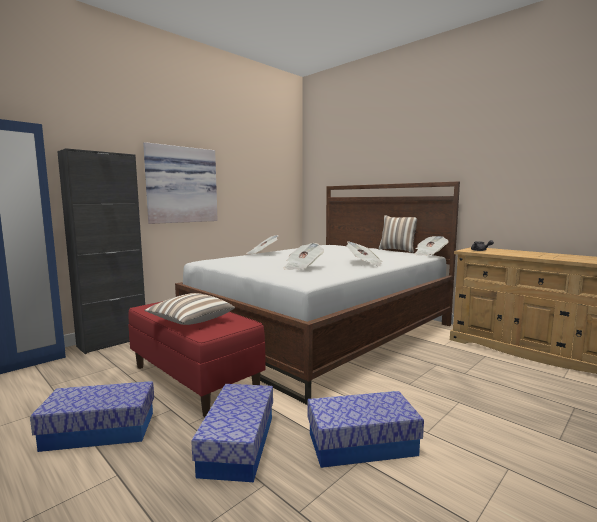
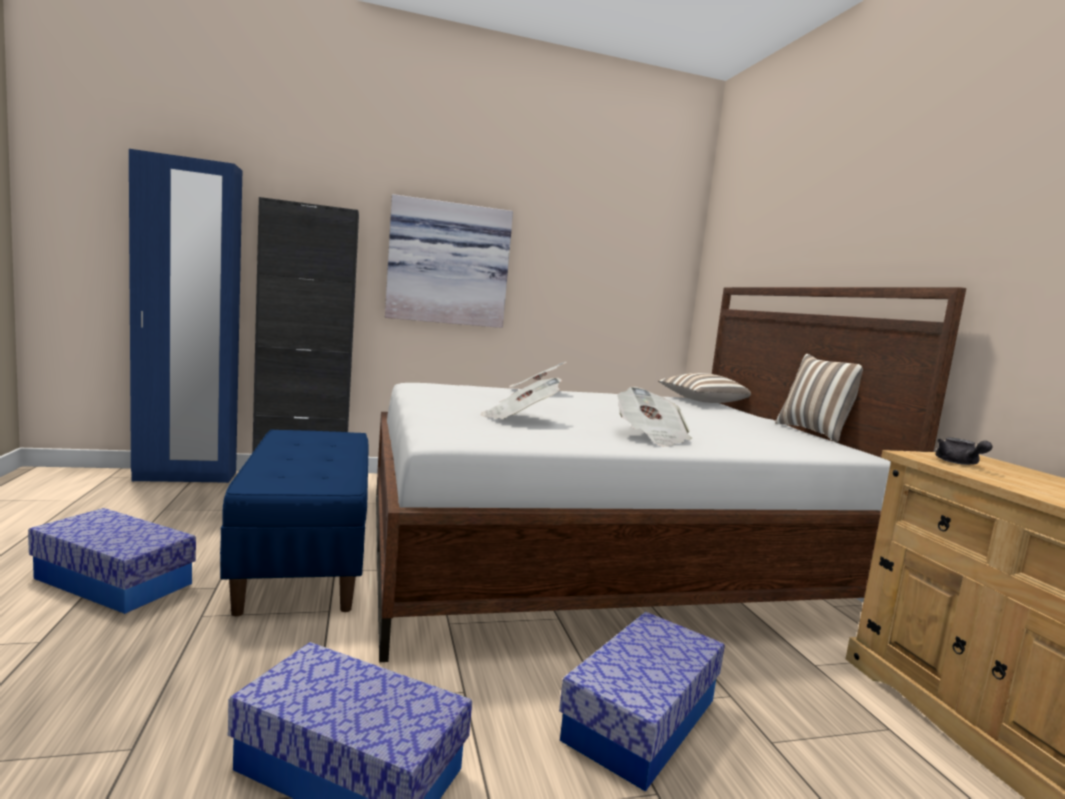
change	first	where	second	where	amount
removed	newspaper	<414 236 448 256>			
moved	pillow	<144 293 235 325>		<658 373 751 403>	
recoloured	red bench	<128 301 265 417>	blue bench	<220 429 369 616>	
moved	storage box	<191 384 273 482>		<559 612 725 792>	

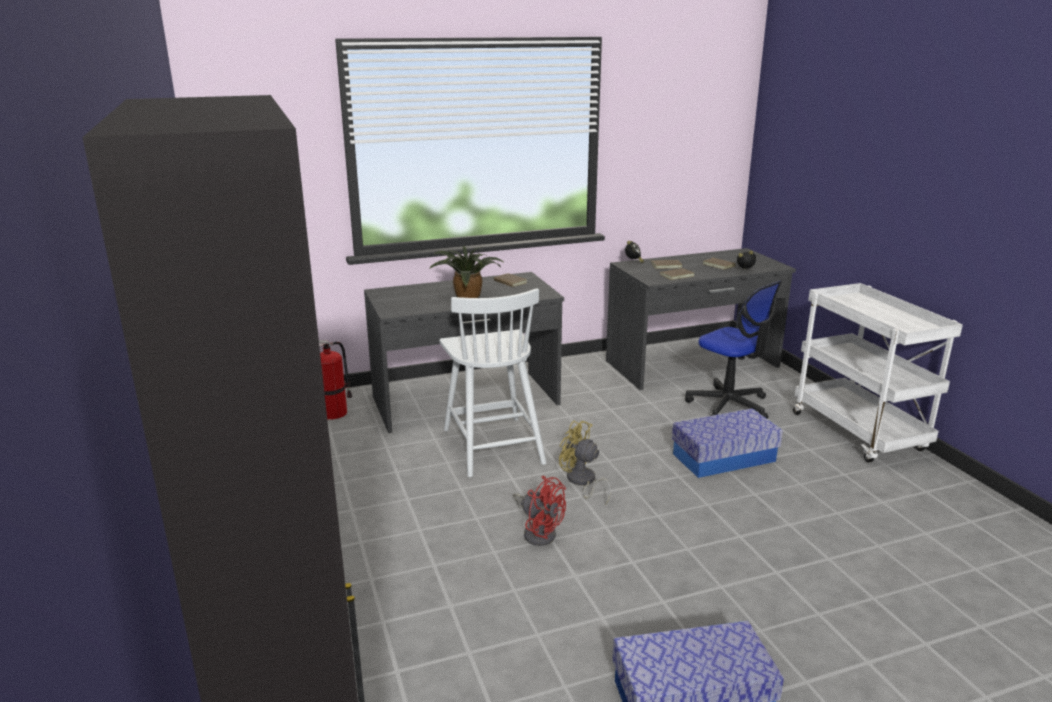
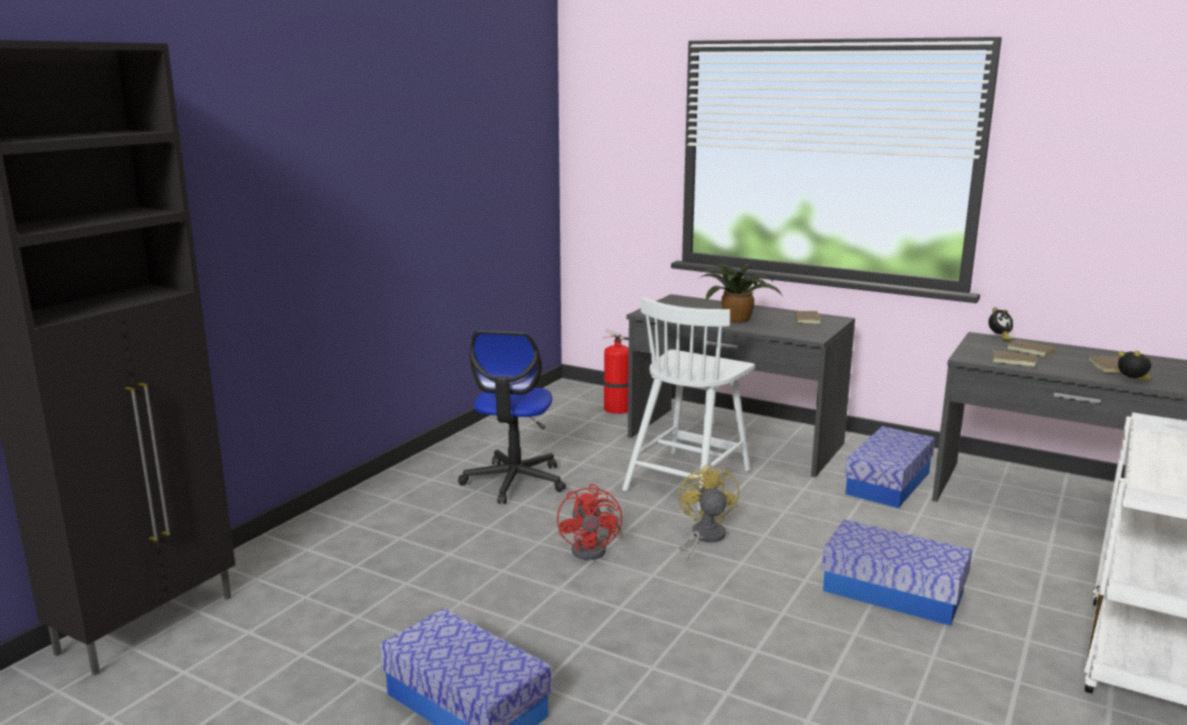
change	first	where	second	where	amount
moved	office chair	<685 281 782 419>		<458 330 566 504>	
added			storage box	<845 426 935 508>	

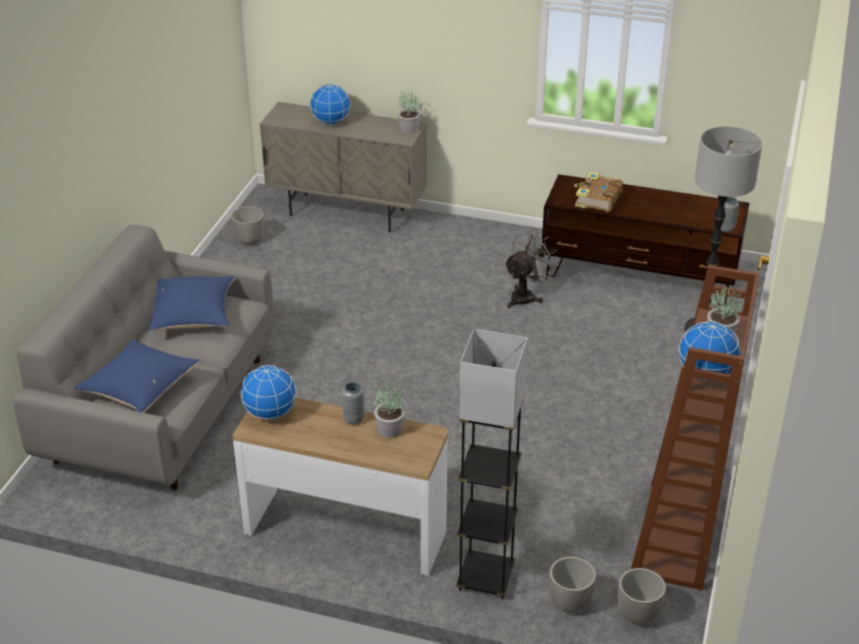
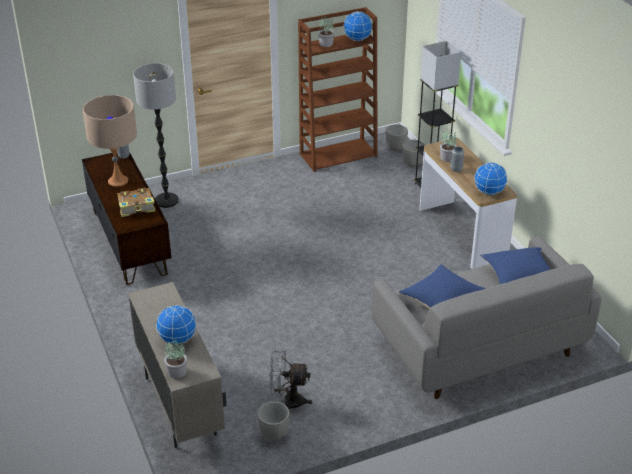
change	first	where	second	where	amount
moved	potted plant	<398 91 420 134>		<164 339 187 379>	
moved	grey fan	<504 230 559 308>		<269 350 312 409>	
added			beige table lamp	<83 95 137 187>	

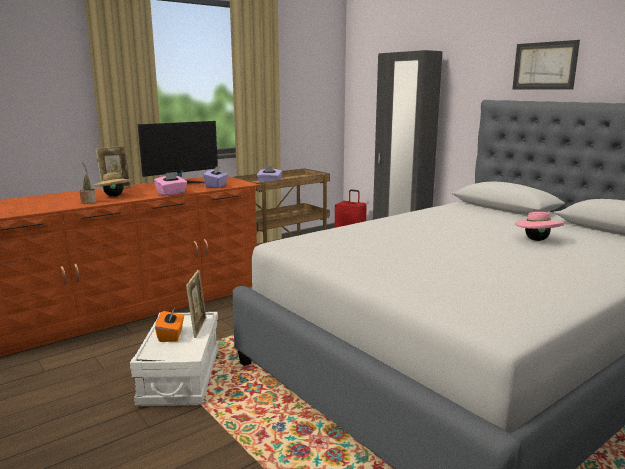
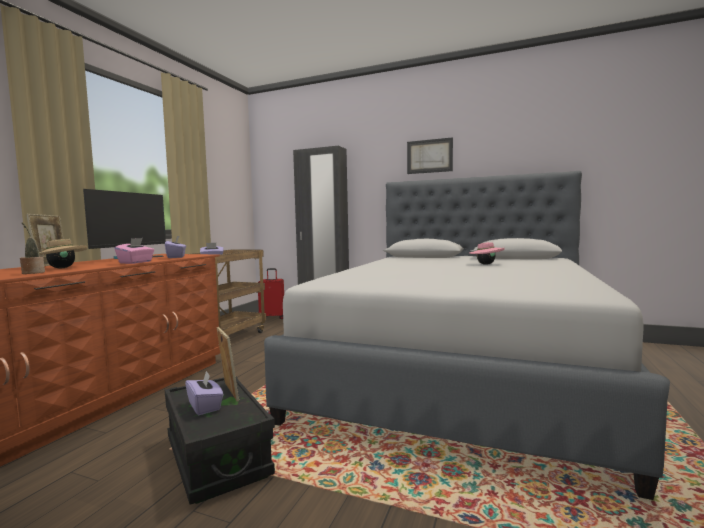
change	first	where	second	where	amount
recoloured	orange tissue box	<155 308 184 342>	purple tissue box	<185 370 224 415>	
recoloured	white storage box	<130 312 219 406>	black storage box	<165 377 275 505>	

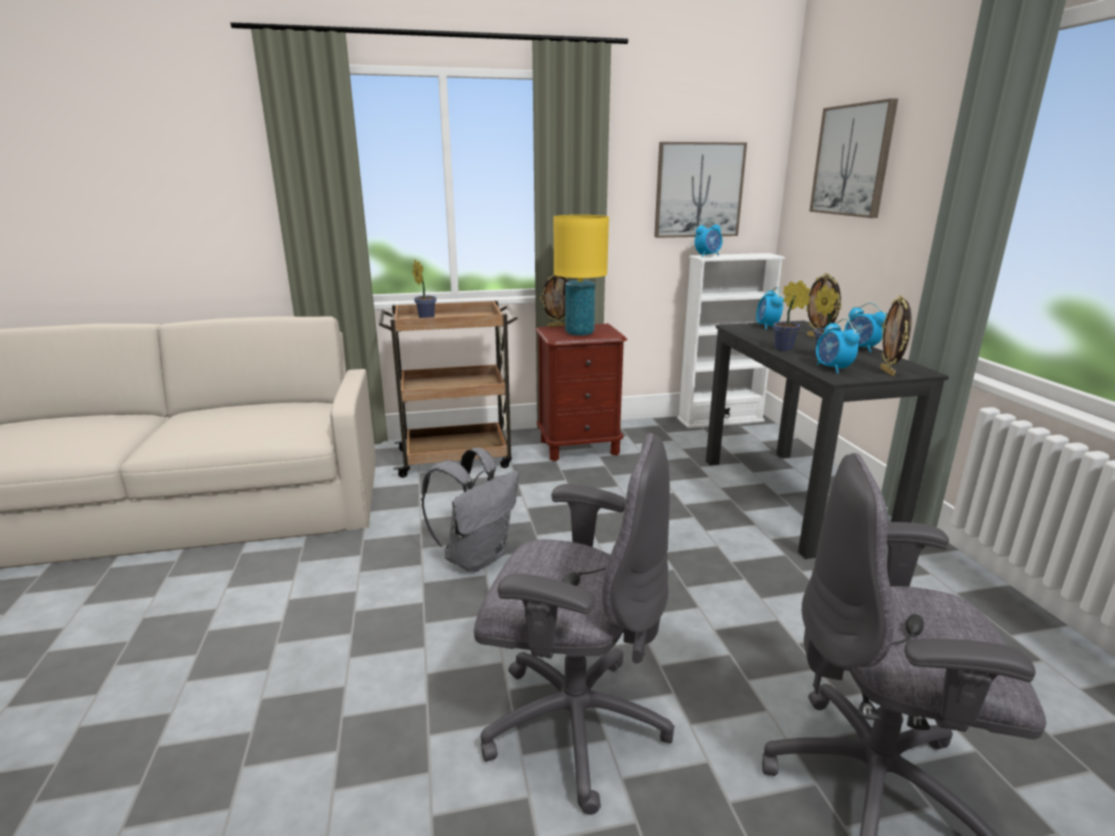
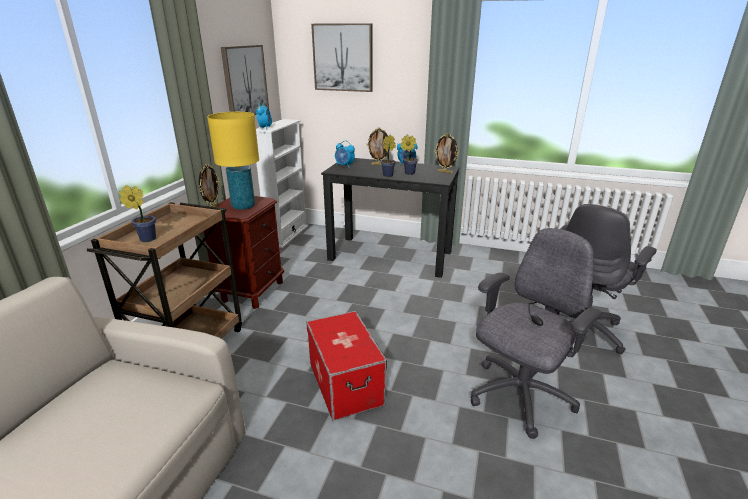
change	first	where	second	where	amount
removed	alarm clock	<816 319 860 374>			
replaced	grey backpack	<421 448 519 572>	storage box	<306 311 387 421>	

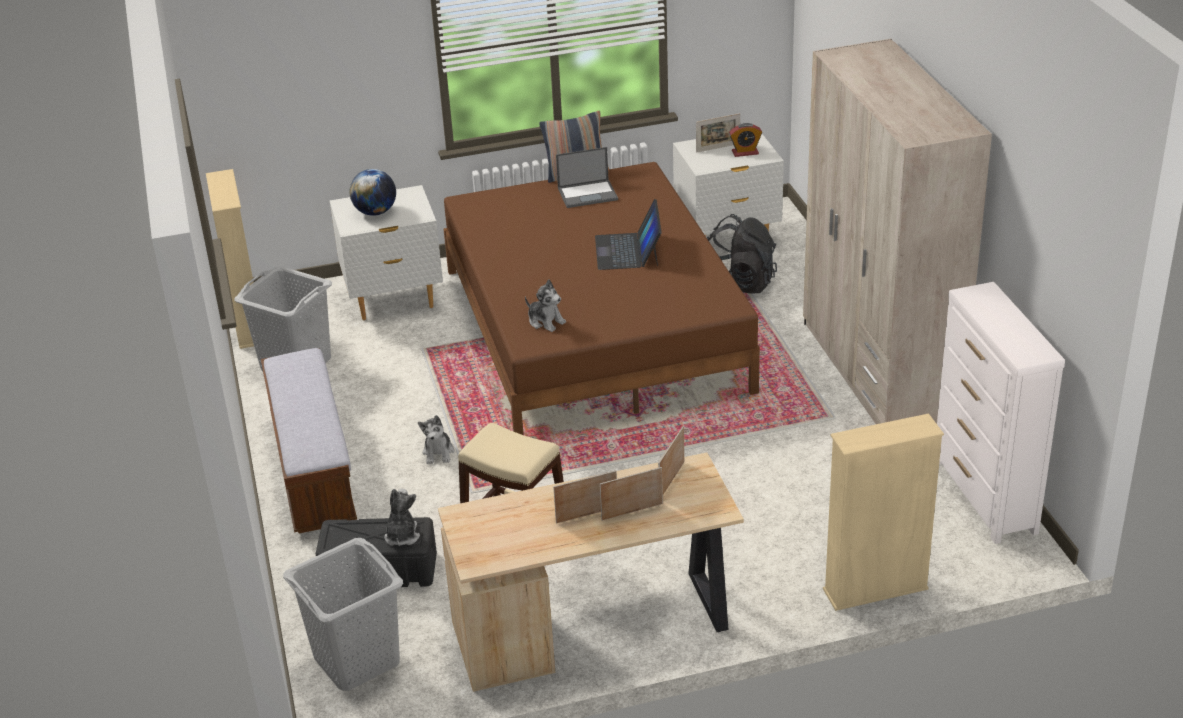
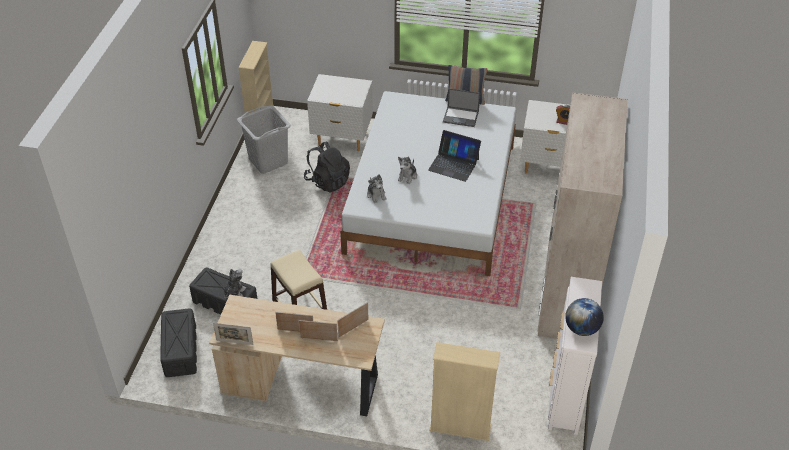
change	first	where	second	where	amount
moved	picture frame	<696 113 740 153>		<213 323 253 345>	
recoloured	brown bed	<443 162 760 435>	white bed	<340 91 516 276>	
moved	globe	<350 169 396 216>		<565 298 604 336>	
turned	laptop	<595 199 662 270>		<428 130 481 182>	90 degrees counterclockwise
moved	black backpack	<707 214 777 294>		<304 142 350 193>	
removed	bench	<261 348 357 533>			
moved	plush toy	<418 415 454 464>		<398 157 417 184>	
replaced	grey laundry basket	<283 538 403 691>	black storage box	<160 308 197 377>	

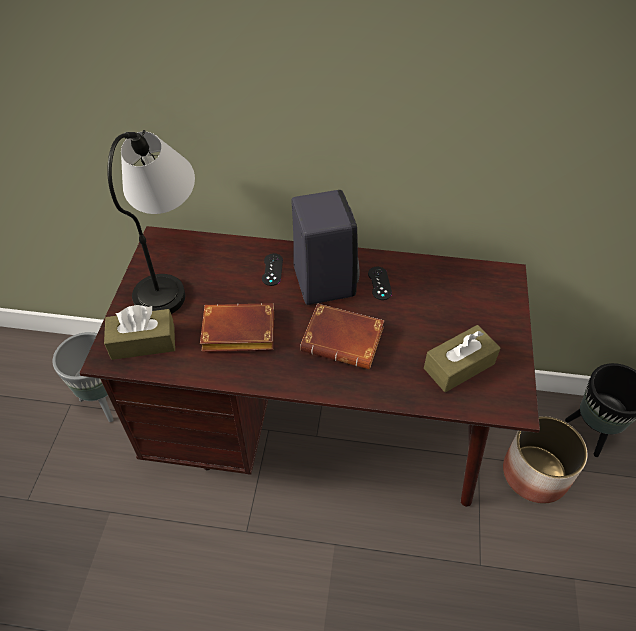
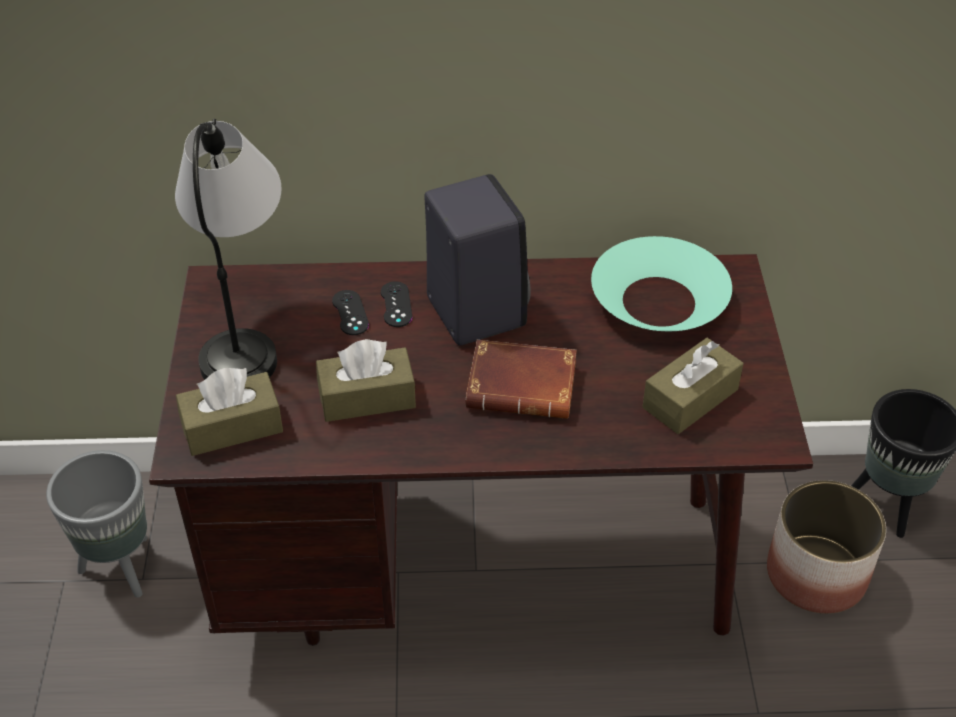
change	first	where	second	where	amount
moved	black game controller	<368 267 392 300>		<332 290 369 335>	
replaced	brown book	<200 303 274 352>	brown tissue box	<316 339 416 422>	
added			turquoise bowl	<591 236 732 331>	

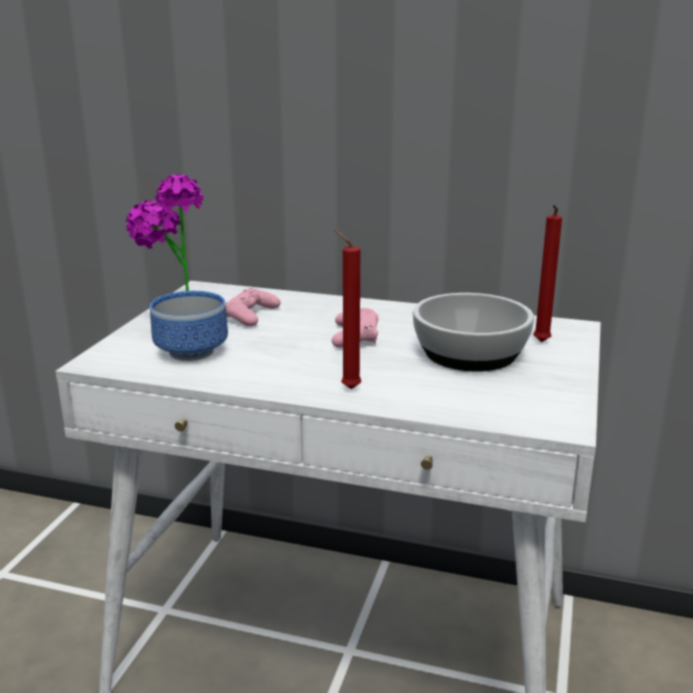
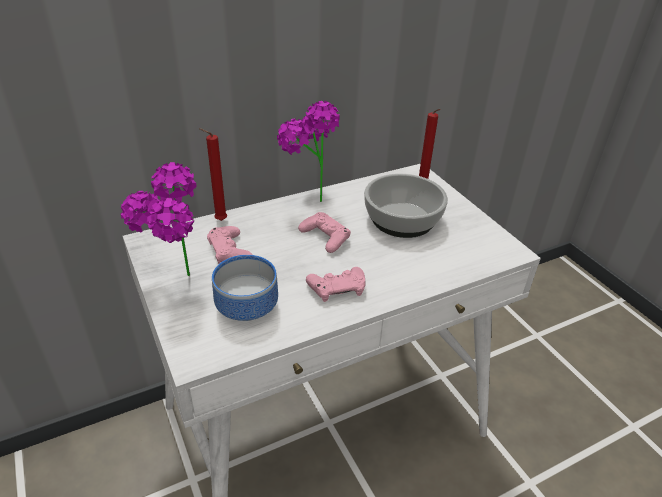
change	first	where	second	where	amount
moved	red candle	<334 230 361 389>		<199 128 227 221>	
added			potted plant	<277 101 340 202>	
added			pink game controller	<306 267 366 302>	

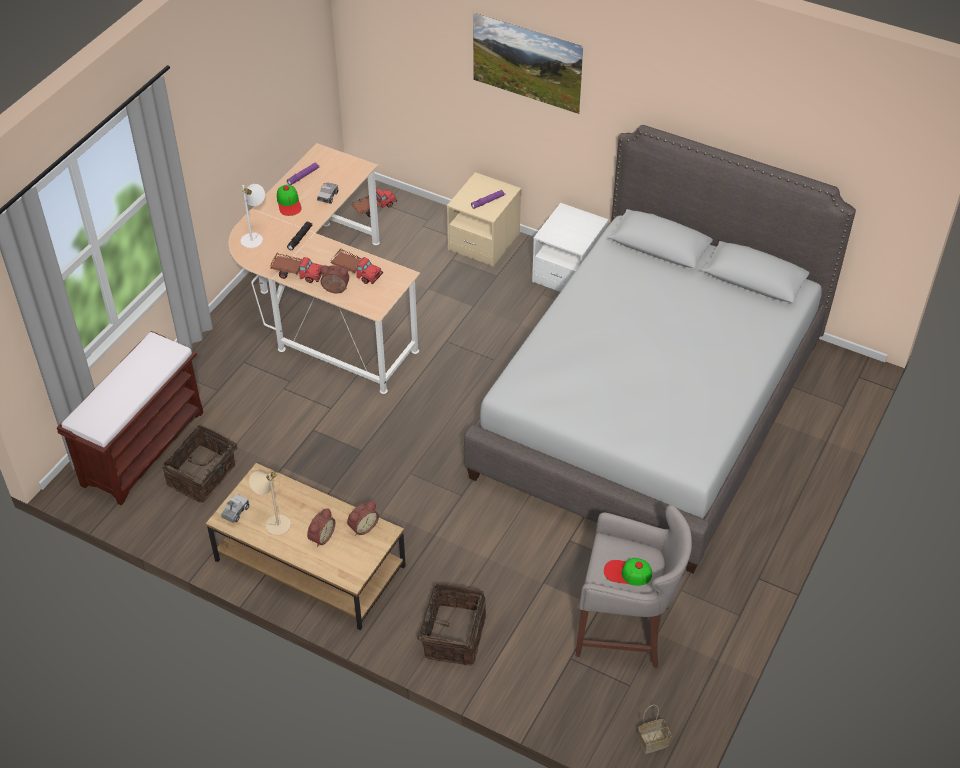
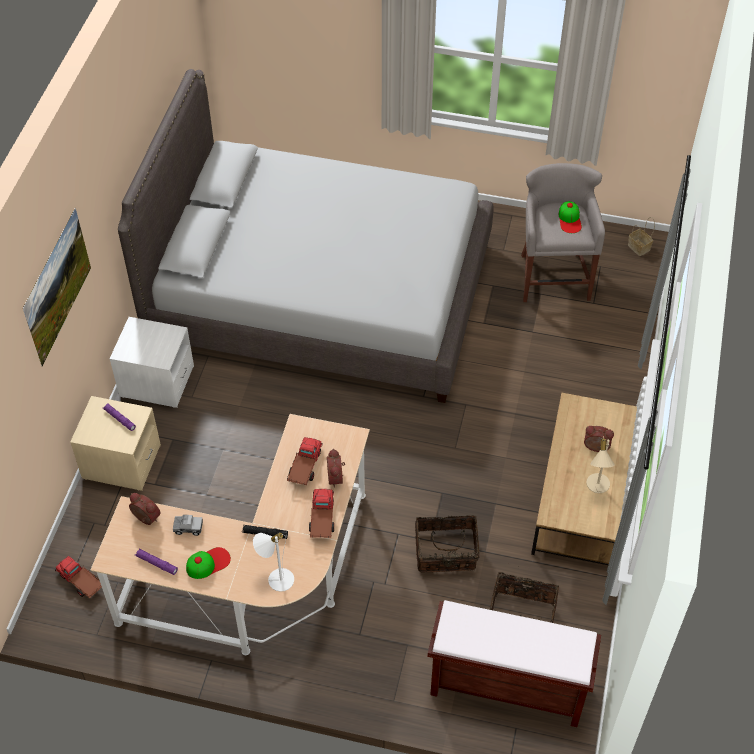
change	first	where	second	where	amount
removed	toy truck	<221 494 249 523>			
moved	alarm clock	<347 501 379 535>		<129 493 161 525>	
moved	basket	<406 584 486 666>		<415 515 479 573>	

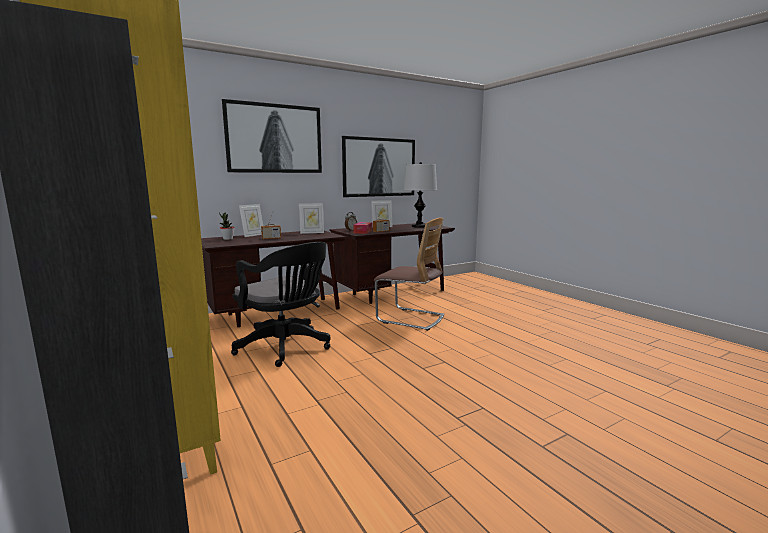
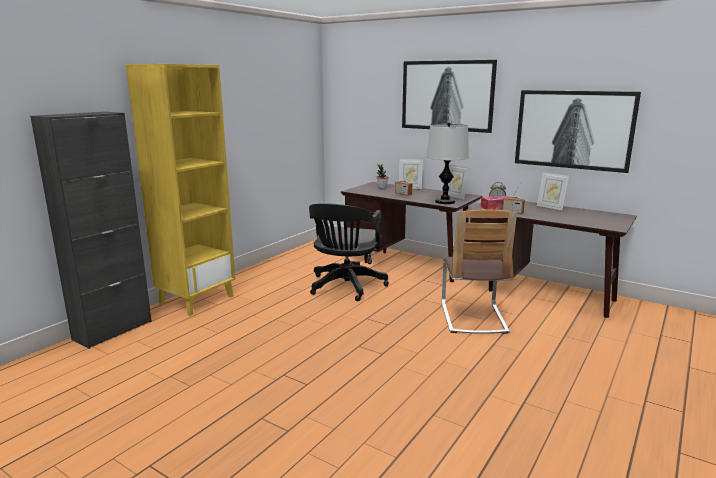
change	first	where	second	where	amount
moved	table lamp	<403 162 437 228>		<426 122 469 204>	

